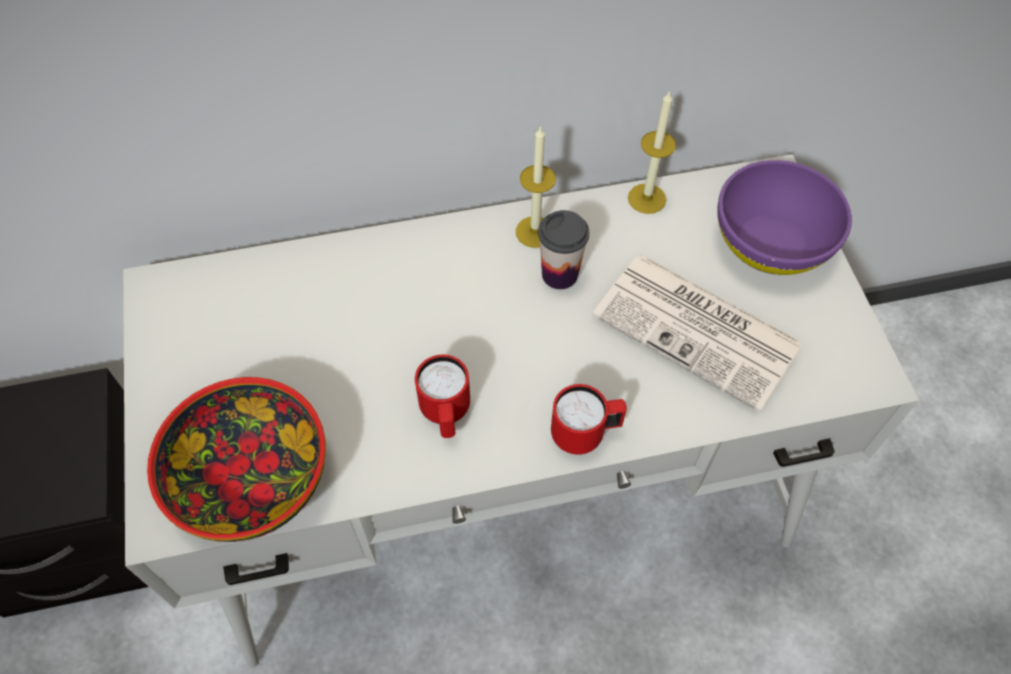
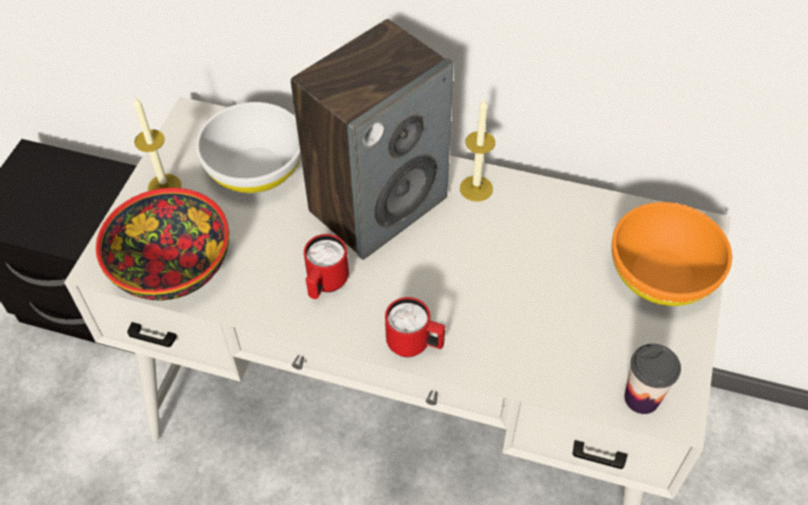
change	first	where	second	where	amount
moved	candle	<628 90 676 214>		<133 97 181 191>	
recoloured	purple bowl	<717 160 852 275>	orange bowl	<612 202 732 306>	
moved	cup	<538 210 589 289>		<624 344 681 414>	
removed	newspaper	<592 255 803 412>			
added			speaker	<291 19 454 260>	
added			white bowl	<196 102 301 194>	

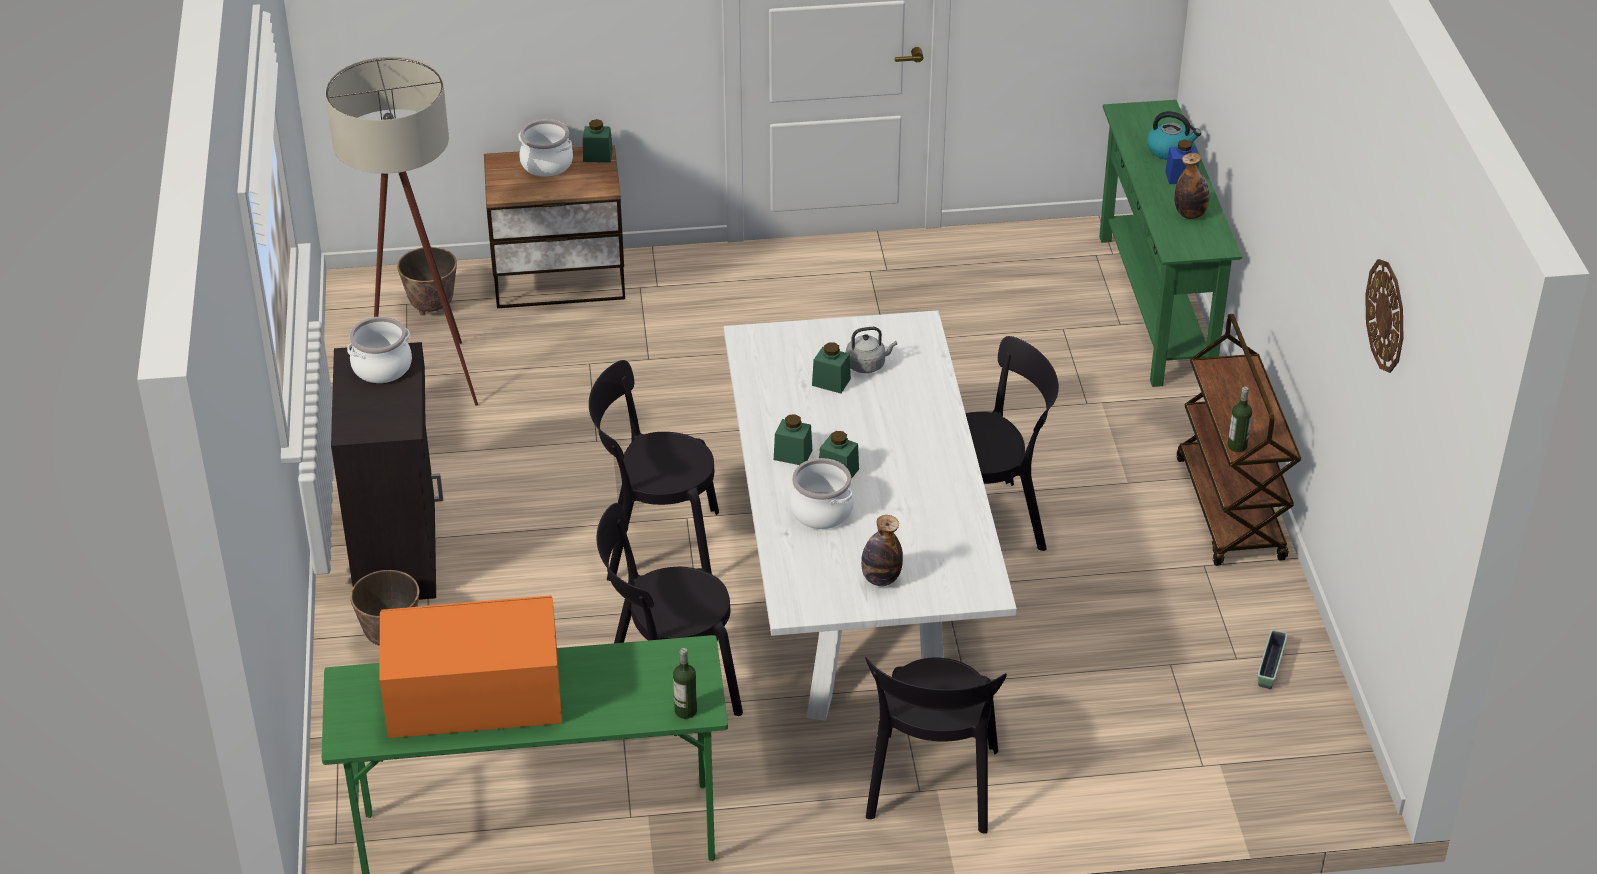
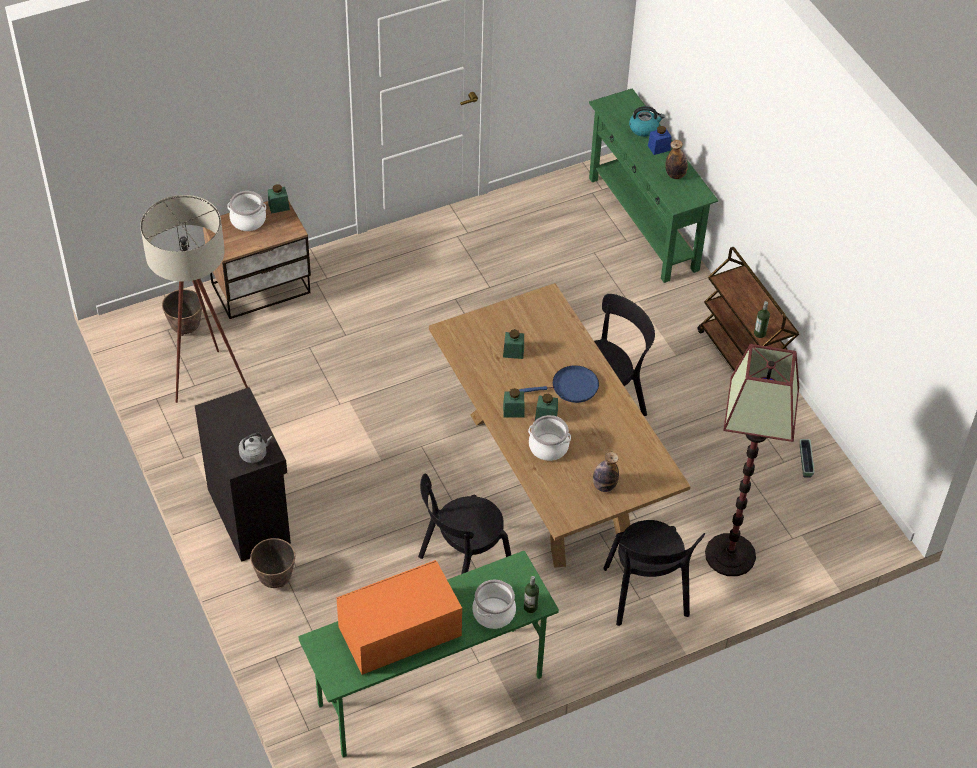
change	first	where	second	where	amount
removed	wall clock	<1365 259 1403 373>			
recoloured	white dining table	<724 310 1017 721>	brown dining table	<429 283 691 568>	
moved	cooking pot	<347 317 412 383>		<472 580 516 629>	
moved	grey kettle	<846 327 897 373>		<239 433 273 463>	
removed	black chair	<589 360 719 581>			
added			floor lamp	<705 344 799 576>	
added			blue frying pan	<519 365 599 403>	

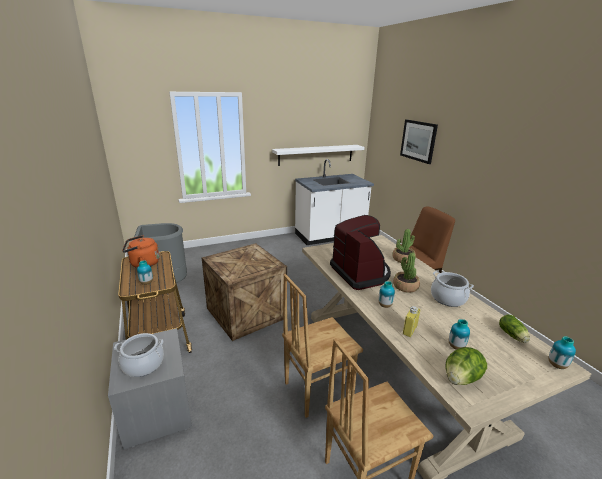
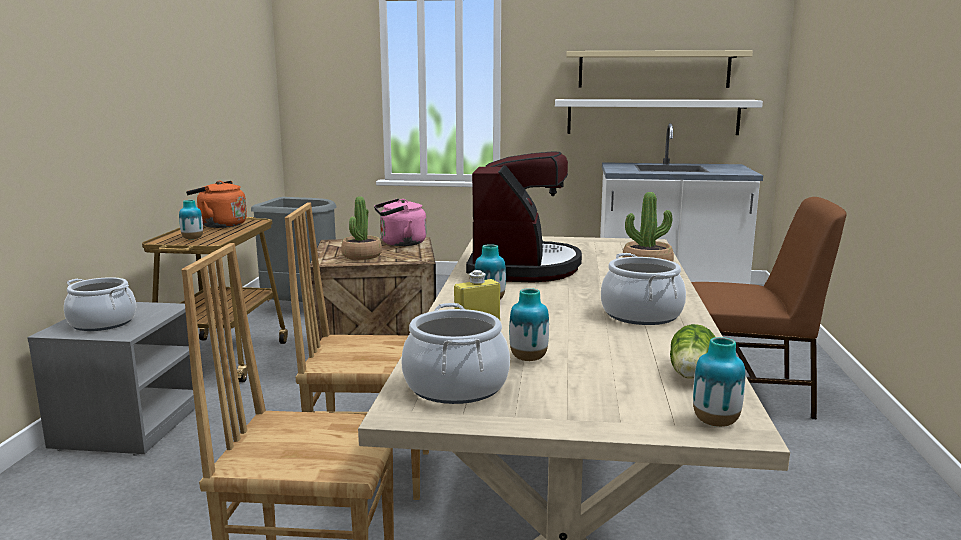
change	first	where	second	where	amount
removed	picture	<400 119 438 164>			
moved	potted plant	<393 252 420 292>		<341 196 382 260>	
replaced	lettuce	<446 347 487 385>	cooking pot	<401 303 510 404>	
added			beige shelf	<566 50 753 88>	
added			pink kettle	<374 199 427 246>	

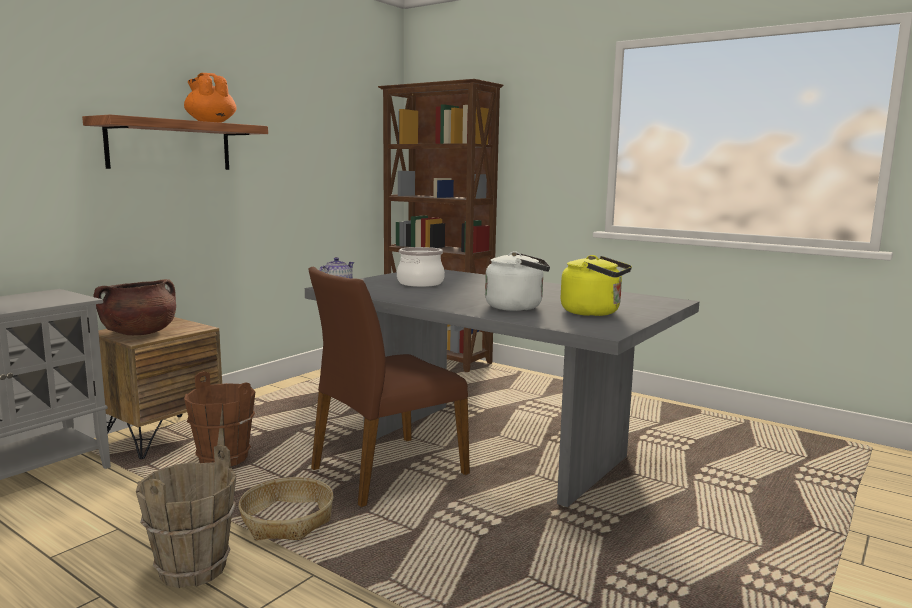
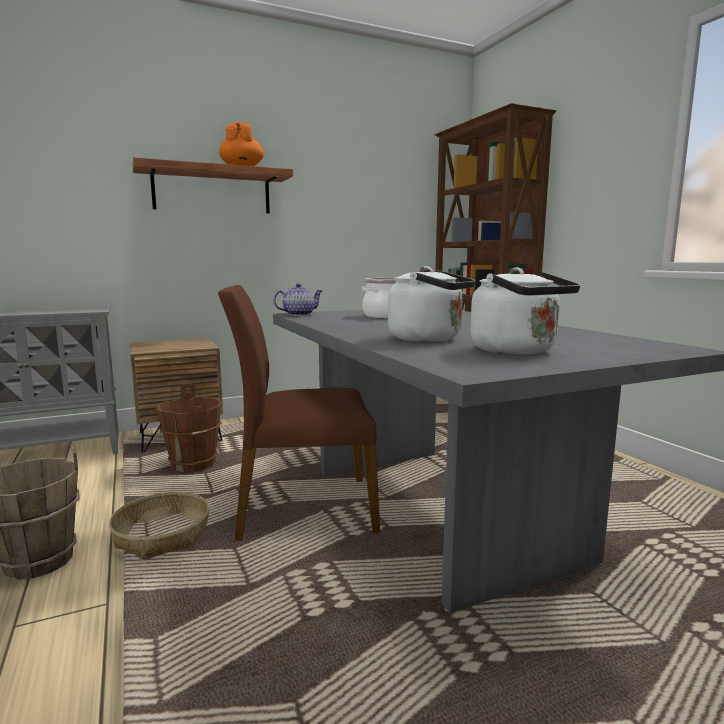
change	first	where	second	where	amount
recoloured	yellow kettle	<561 255 632 316>	white kettle	<470 267 580 355>	
removed	brown cooking pot	<93 279 176 335>			

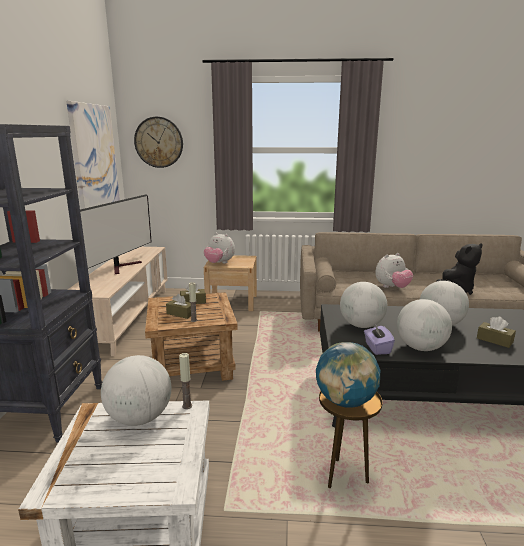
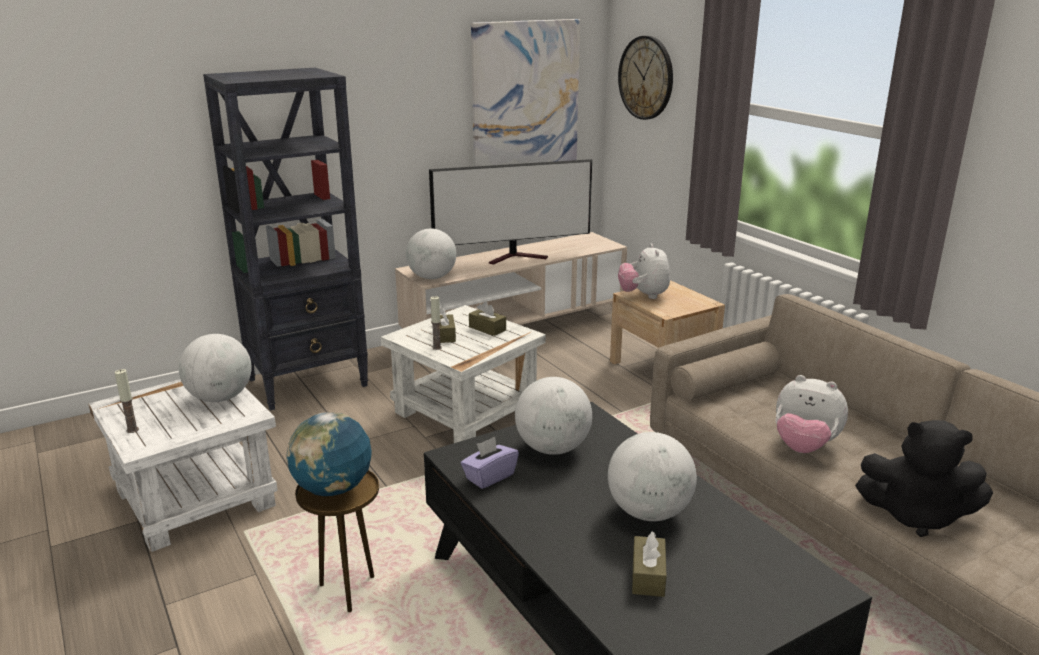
change	first	where	second	where	amount
recoloured	brown side table	<145 292 238 381>	white side table	<381 305 546 443>	
moved	globe	<397 299 452 351>		<406 228 457 279>	
moved	candle	<179 353 192 409>		<114 369 139 433>	

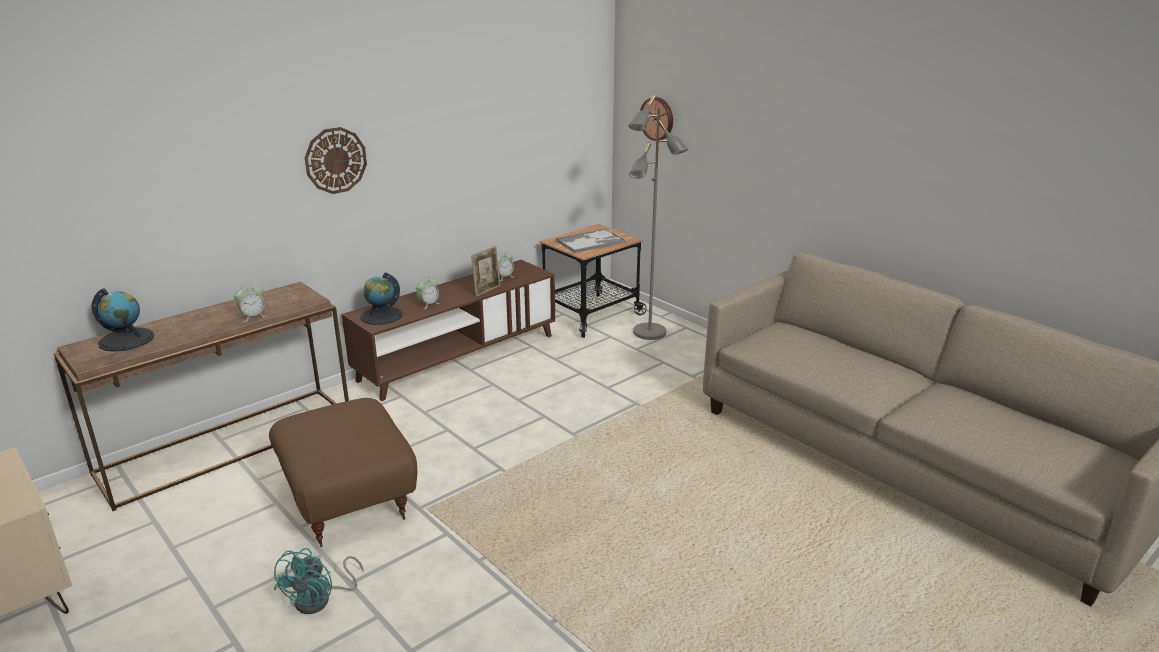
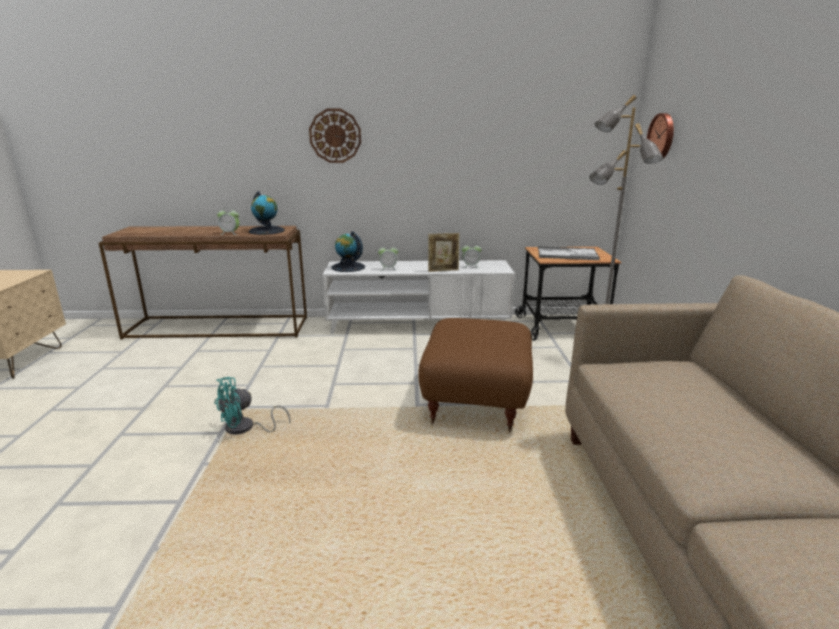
change	first	where	second	where	amount
recoloured	brown tv stand	<342 260 555 401>	white tv stand	<323 260 515 334>	
moved	globe	<91 288 155 352>		<249 191 285 235>	
moved	brown ottoman	<269 398 417 547>		<418 318 533 432>	
moved	turquoise fan	<274 548 364 614>		<214 377 291 435>	

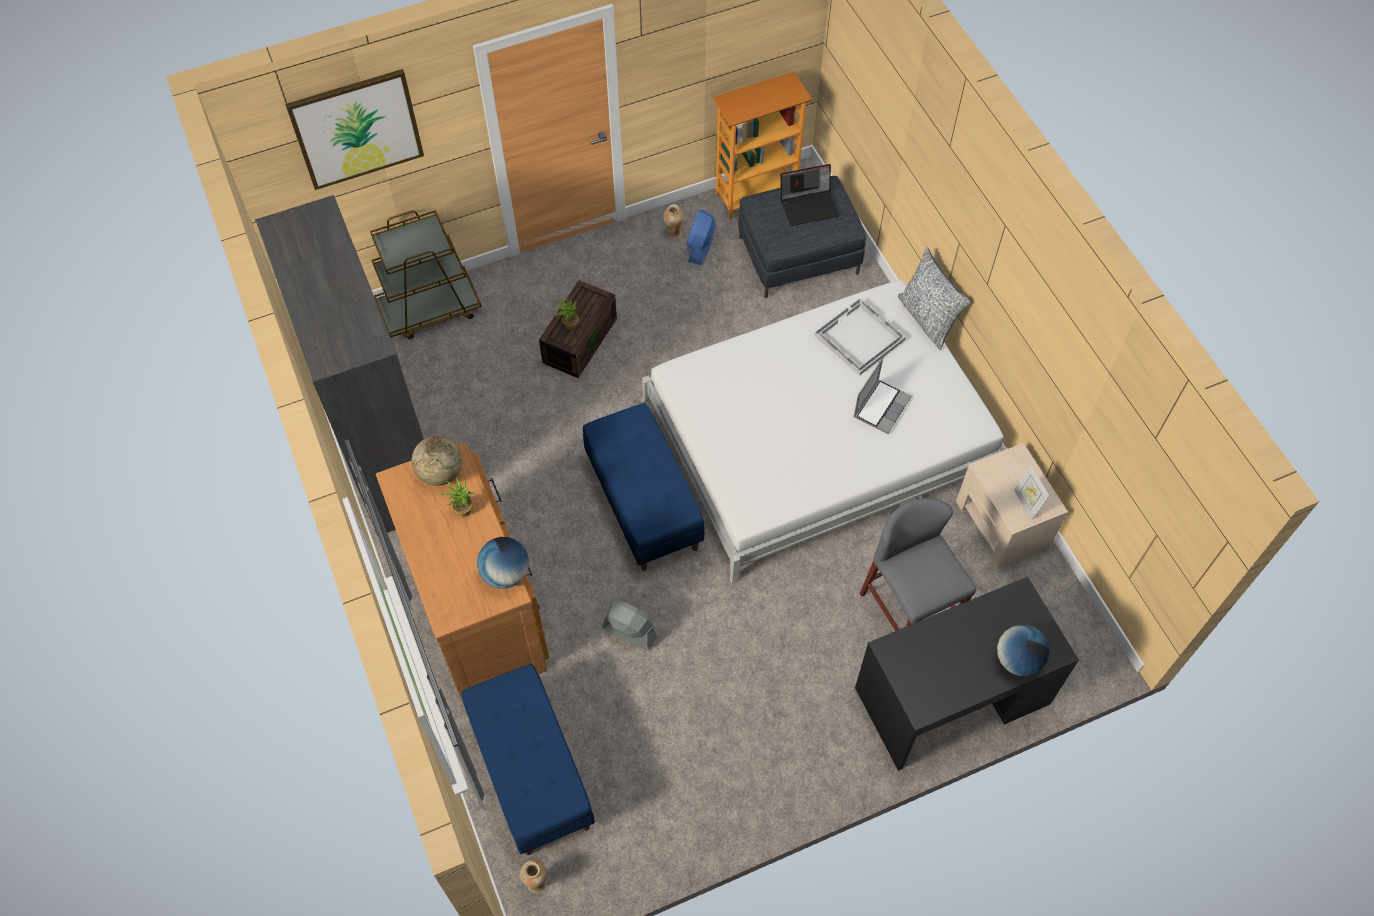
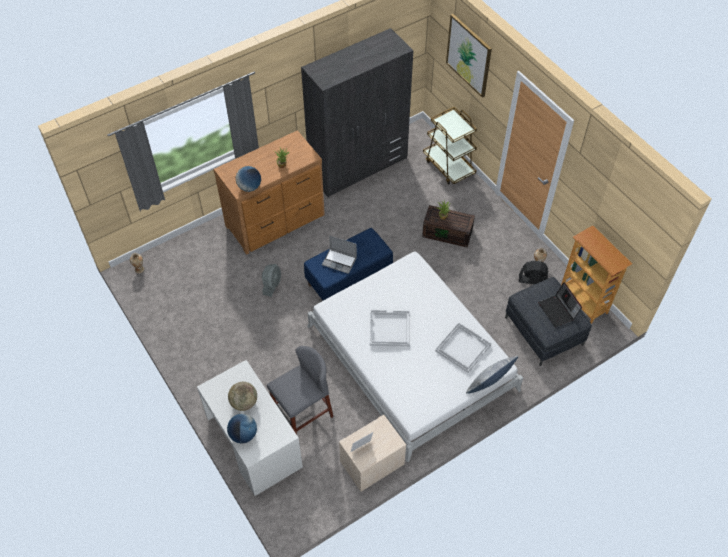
change	first	where	second	where	amount
recoloured	blue fan	<686 210 716 265>	black fan	<519 261 549 284>	
moved	laptop	<853 358 912 434>		<322 235 357 274>	
moved	globe	<411 436 462 486>		<228 382 257 411>	
recoloured	black desk	<855 576 1079 771>	white desk	<197 360 303 496>	
removed	blue bench	<461 664 595 855>			
added			white tray	<369 310 410 347>	

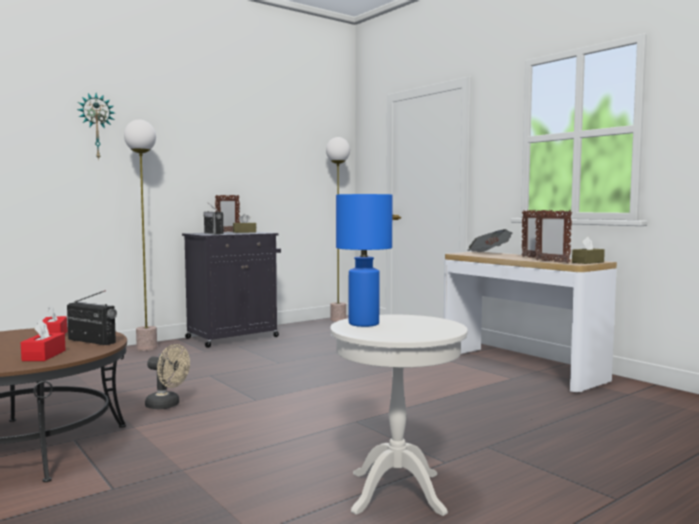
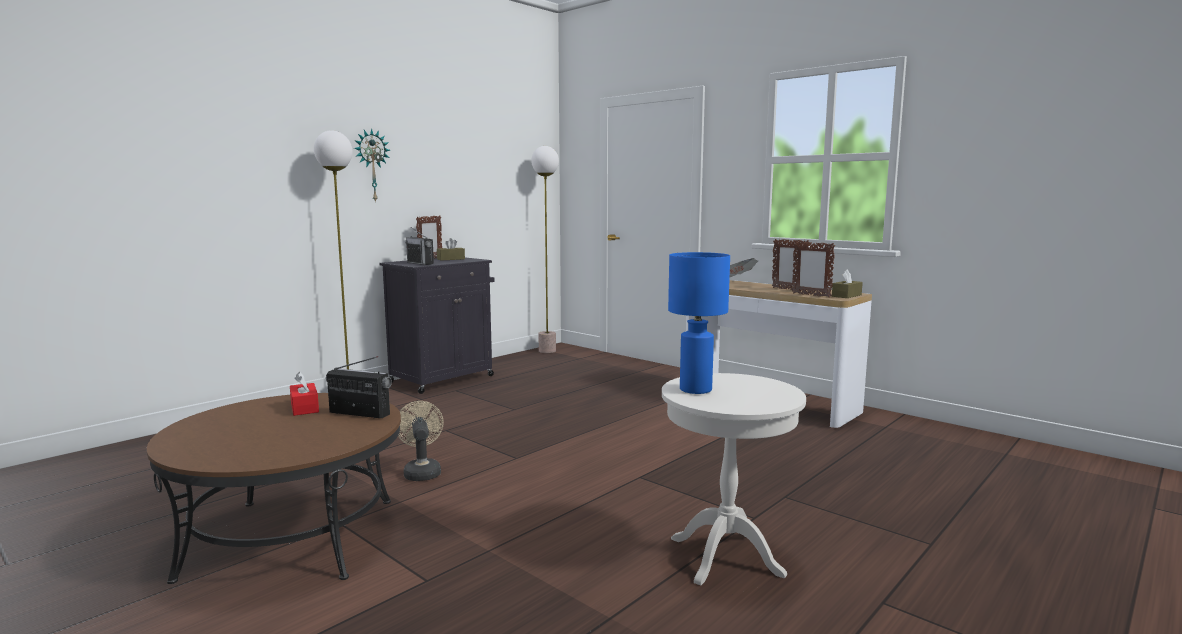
change	first	where	second	where	amount
moved	wall clock	<77 93 114 160>		<354 128 390 203>	
removed	red tissue box	<21 319 66 361>			
turned	beige fan	<145 344 190 409>		<398 401 444 481>	120 degrees counterclockwise

